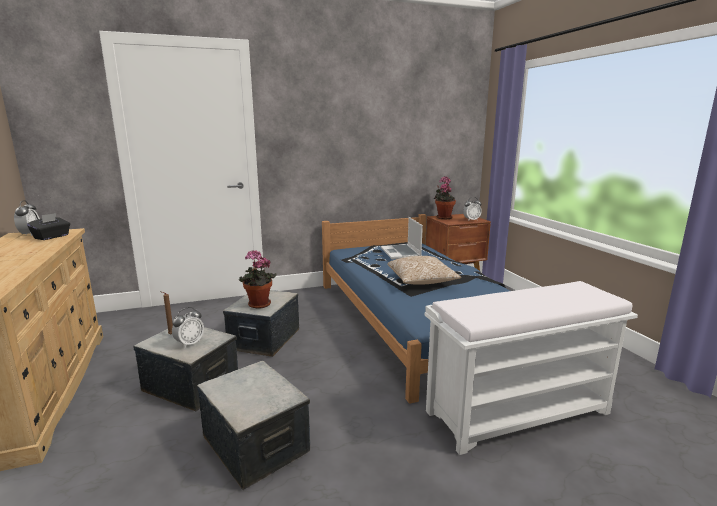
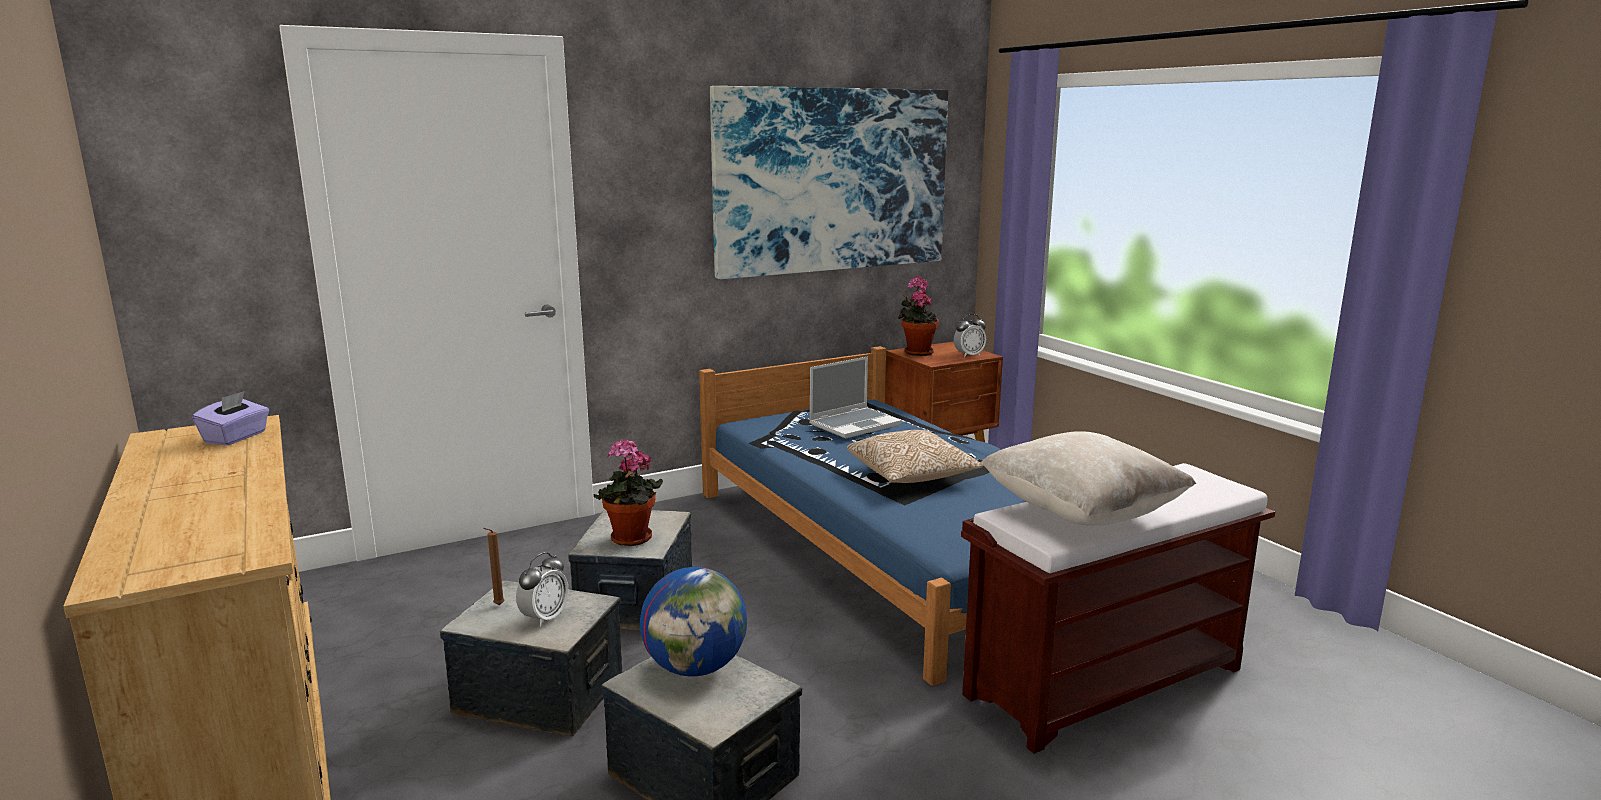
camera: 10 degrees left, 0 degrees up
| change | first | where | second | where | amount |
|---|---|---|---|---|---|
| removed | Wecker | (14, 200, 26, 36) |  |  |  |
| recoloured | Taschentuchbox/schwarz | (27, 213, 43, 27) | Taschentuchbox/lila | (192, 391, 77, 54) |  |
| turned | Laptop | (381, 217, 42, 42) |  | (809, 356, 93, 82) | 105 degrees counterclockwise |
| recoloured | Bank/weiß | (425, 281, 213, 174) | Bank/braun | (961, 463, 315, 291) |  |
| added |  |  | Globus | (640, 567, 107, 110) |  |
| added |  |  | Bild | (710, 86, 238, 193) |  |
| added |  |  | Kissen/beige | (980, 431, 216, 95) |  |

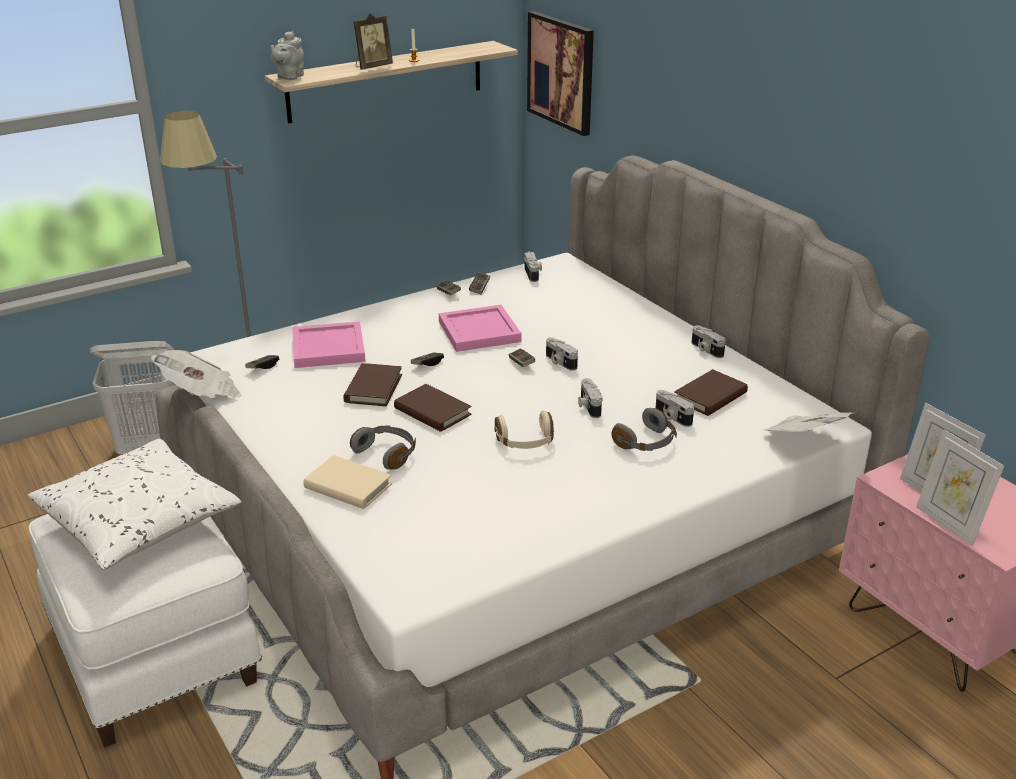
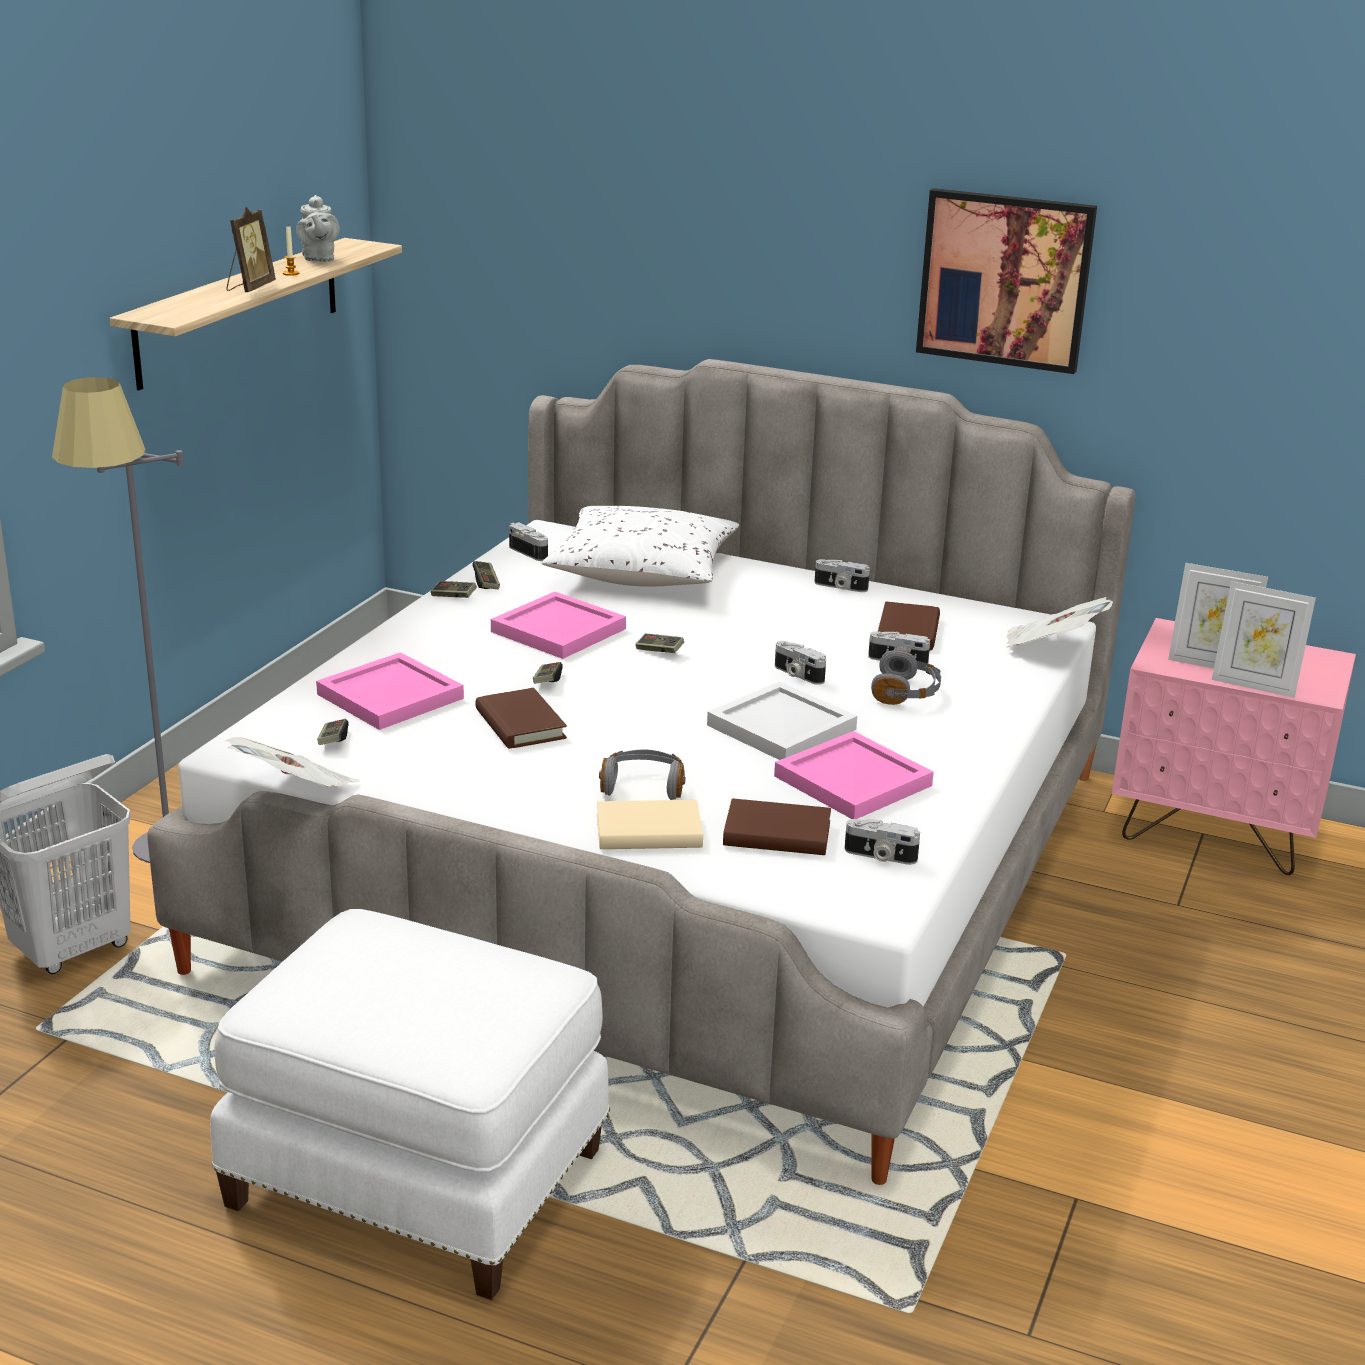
camera: 35 degrees left, 5 degrees down
| change | first | where | second | where | amount |
|---|---|---|---|---|---|
| moved | Kissen/weiß | (28, 439, 213, 131) |  | (542, 506, 197, 81) |  |
| moved | Teekanne/grau | (270, 31, 34, 49) |  | (296, 195, 43, 67) |  |
| moved | Buch/braun | (394, 384, 78, 48) |  | (723, 798, 108, 57) |  |
| replaced | Kopfhörer/beige | (494, 410, 60, 39) | Tablett/weiß | (707, 682, 150, 78) |  |
| moved | Bild | (527, 11, 67, 125) |  | (916, 188, 181, 186) |  |
| moved | Kamera | (546, 337, 32, 34) |  | (844, 819, 76, 46) |  |
| added |  |  | Tablett/rosa | (774, 731, 160, 88) |  |

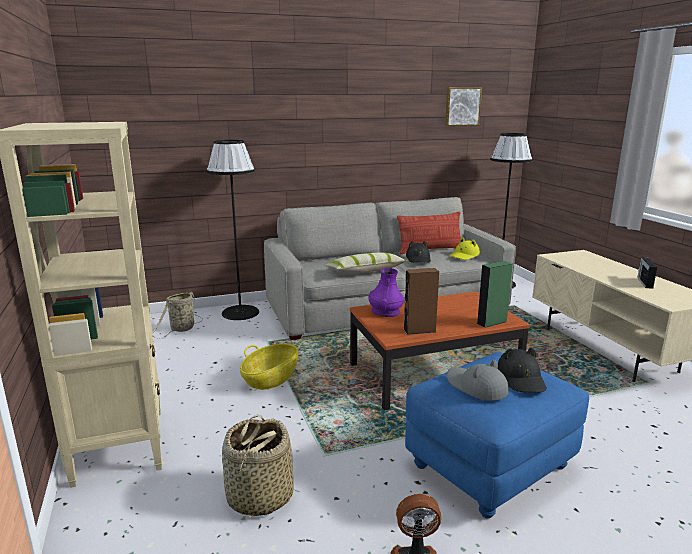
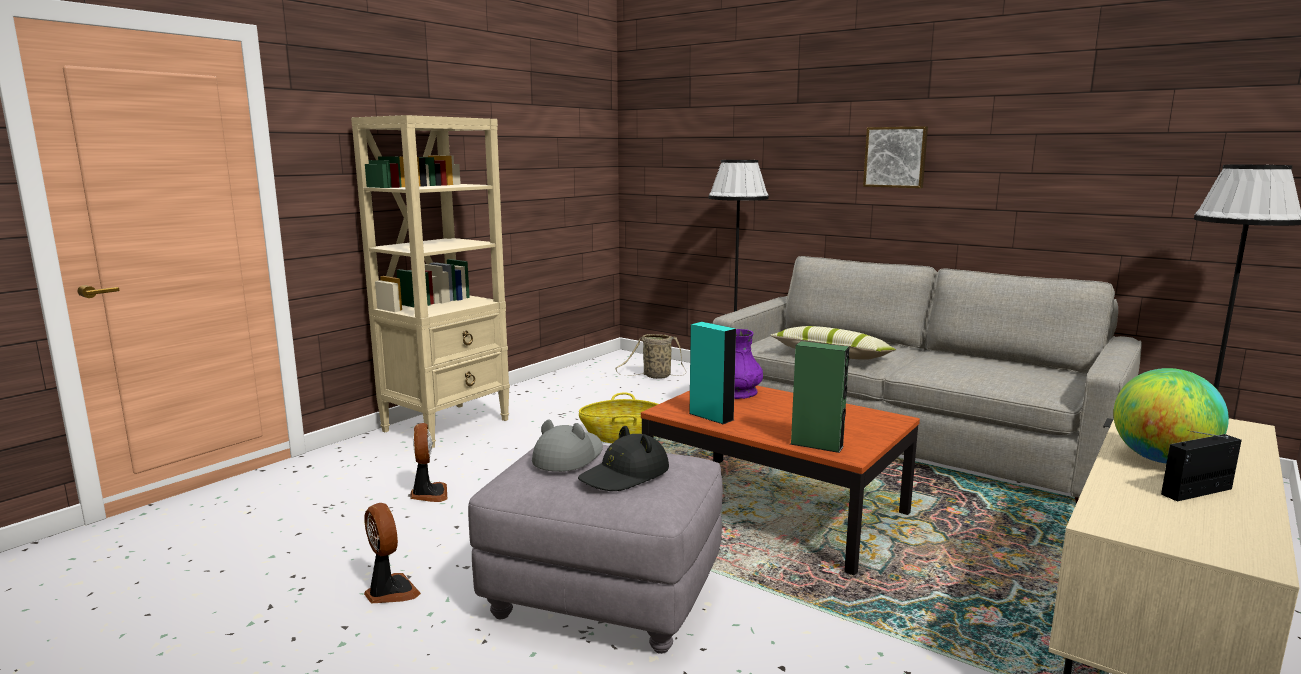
camera: 55 degrees right, 5 degrees down
| change | first | where | second | where | amount |
|---|---|---|---|---|---|
| replaced | Korb | (222, 414, 72, 103) | Ventilator | (410, 423, 37, 79) |  |
| removed | Kissen | (397, 212, 64, 42) |  |  |  |
| recoloured | Lautsprecher/braun | (404, 268, 35, 67) | Lautsprecher/türkis | (689, 322, 47, 102) |  |
| recoloured | Polsterhocker/blau | (405, 352, 184, 167) | Polsterhocker/grau | (468, 445, 255, 209) |  |
| removed | Hut/schwarz | (406, 241, 25, 22) |  |  |  |
| moved | Bild | (445, 87, 37, 39) |  | (863, 126, 65, 62) |  |
| removed | Hut/gelb | (449, 238, 31, 22) |  |  |  |
| added |  |  | Globus | (1113, 368, 116, 95) |  |

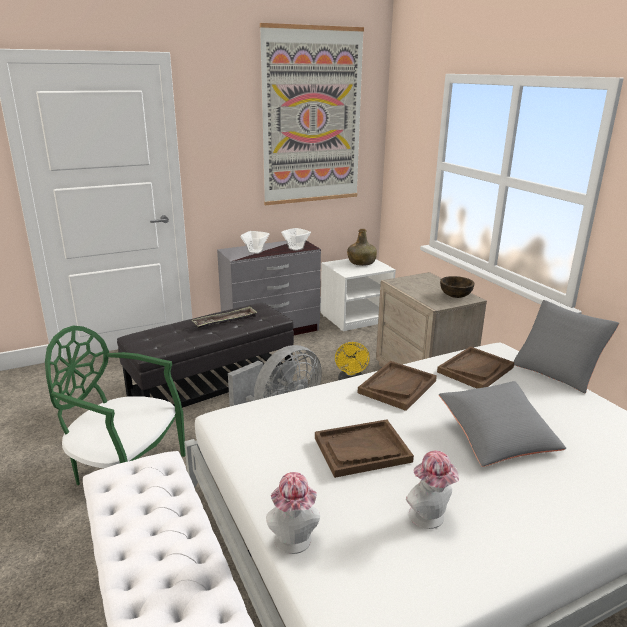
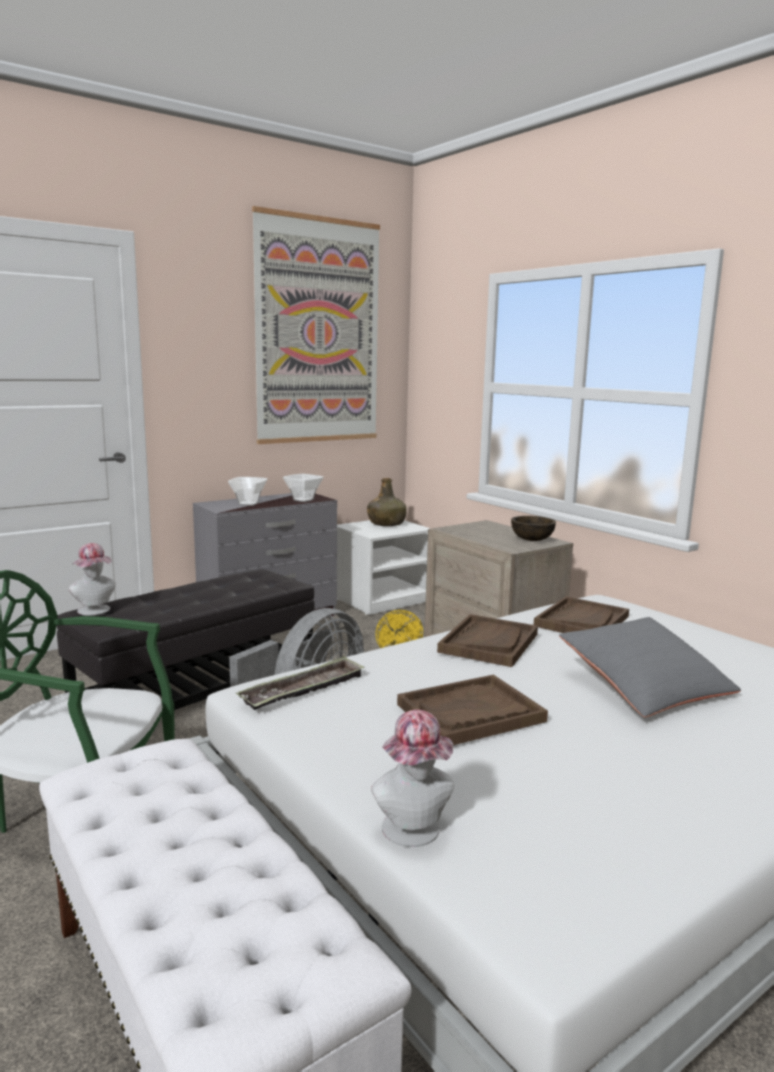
camera: 10 degrees left, 10 degrees down
| change | first | where | second | where | amount |
|---|---|---|---|---|---|
| moved | Tablett | (192, 306, 65, 22) |  | (236, 656, 129, 54) |  |
| moved | Hut | (406, 451, 53, 78) |  | (69, 543, 47, 73) |  |
| removed | Kissen/grau | (514, 300, 105, 93) |  |  |  |

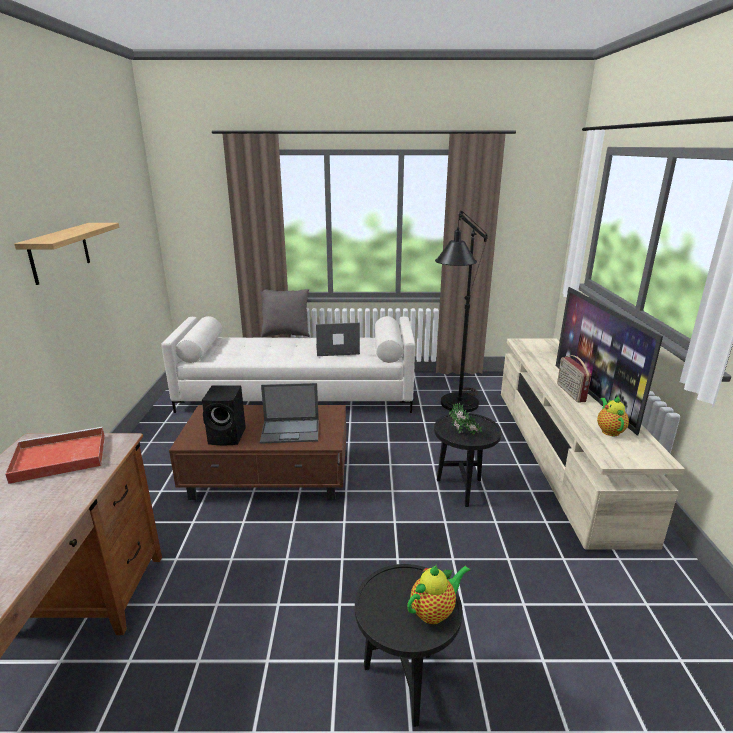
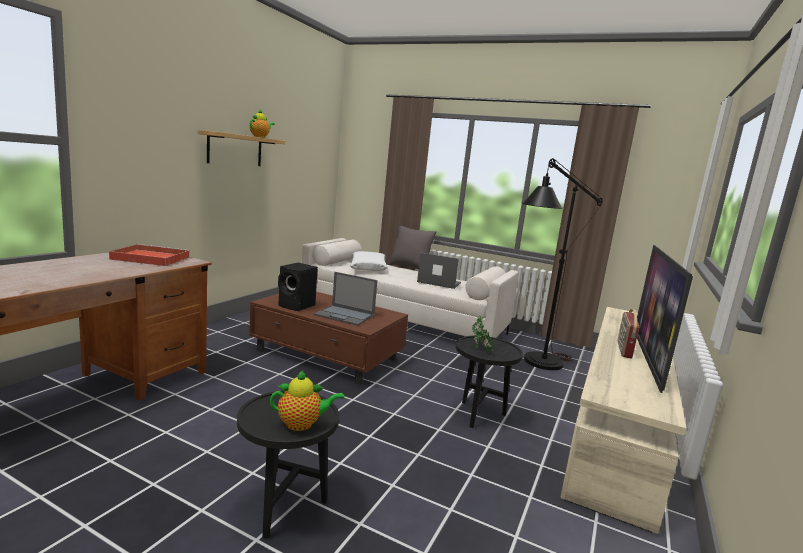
camera: 25 degrees right, 10 degrees down
| change | first | where | second | where | amount |
|---|---|---|---|---|---|
| moved | Teekanne | (597, 396, 32, 40) |  | (250, 109, 25, 29) |  |
| added |  |  | Kissen/weiß | (350, 251, 38, 20) |  |

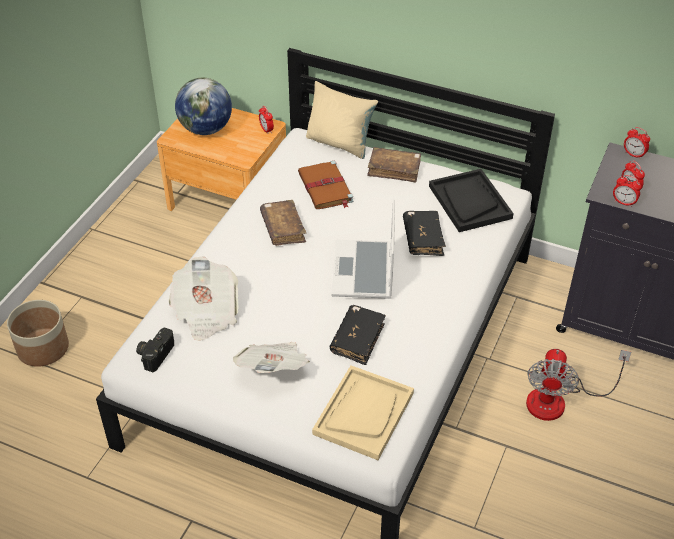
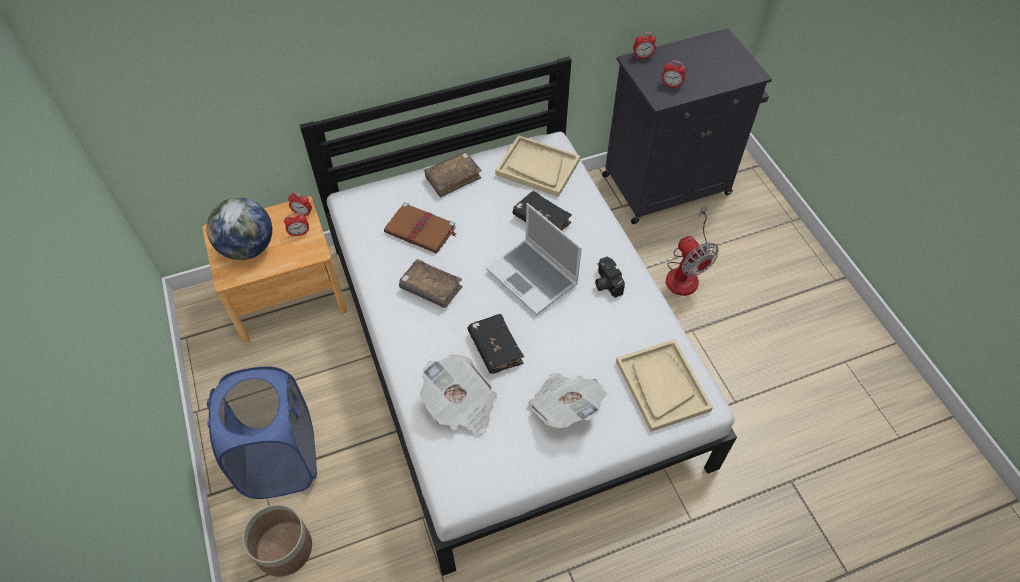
camera: 45 degrees left, 10 degrees up
| change | first | where | second | where | amount |
|---|---|---|---|---|---|
| moved | Kamera | (136, 327, 38, 45) |  | (595, 257, 30, 40) |  |
| removed | Kissen/beige | (306, 81, 72, 78) |  |  |  |
| moved | Buch/schwarz | (330, 305, 56, 60) |  | (467, 314, 57, 60) |  |
| recoloured | Tablett/schwarz | (429, 169, 85, 63) | Tablett/beige | (495, 135, 85, 62) |  |
| moved | Wecker | (613, 175, 29, 32) |  | (284, 213, 25, 24) |  |
| added |  |  | Wäschekorb/blau | (207, 366, 110, 133) |  |

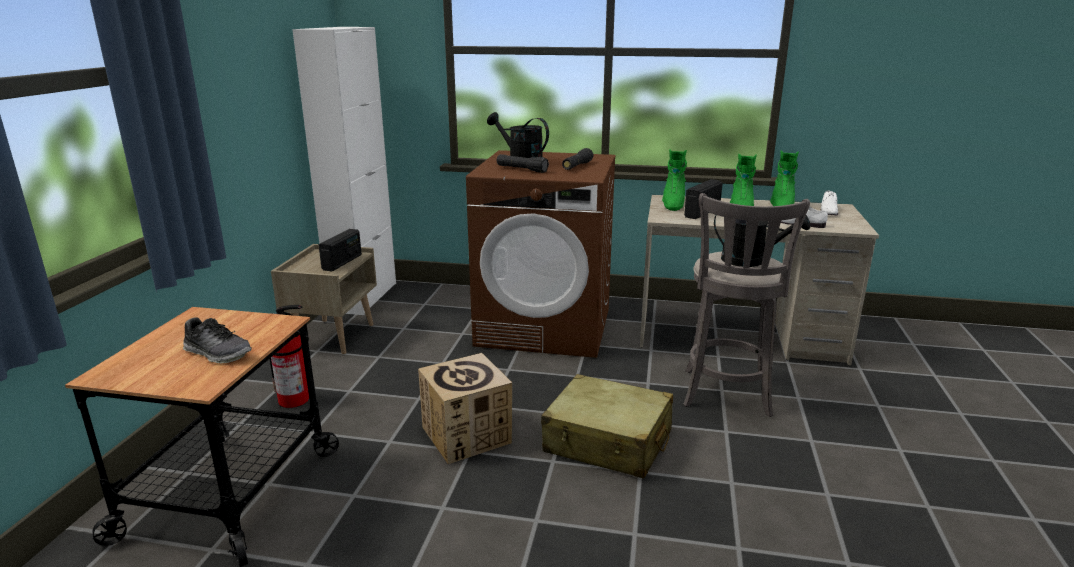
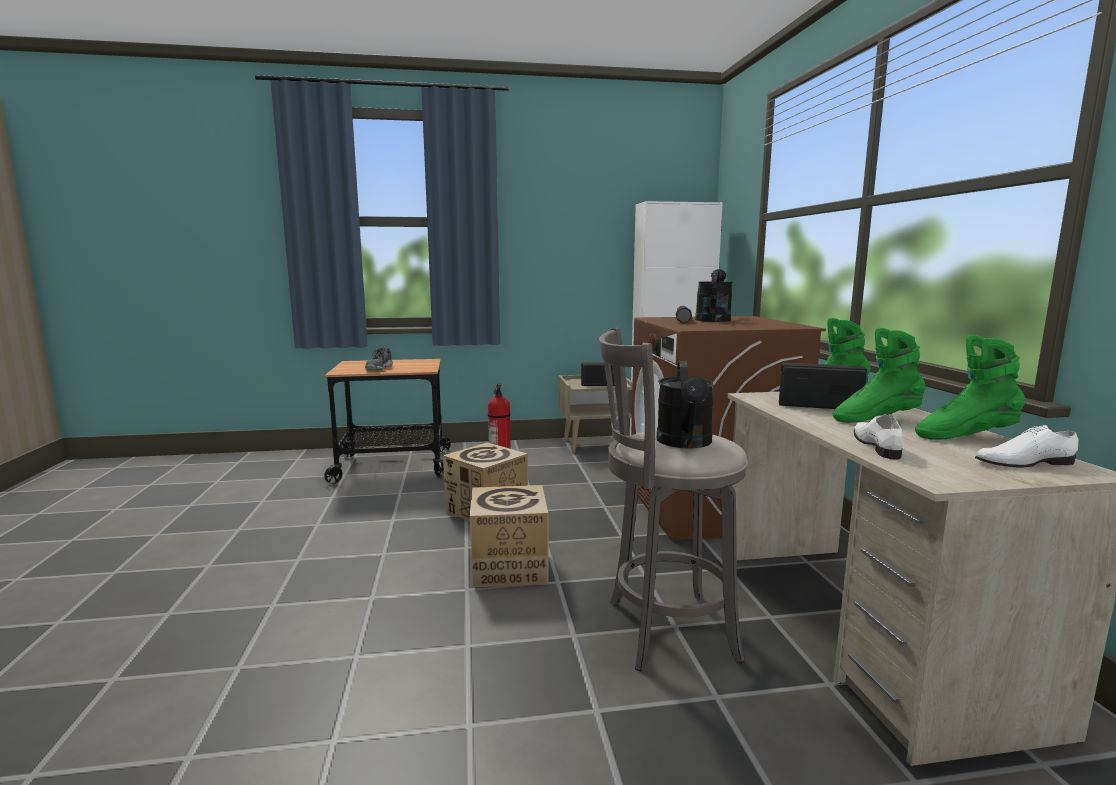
camera: 70 degrees right, 10 degrees down
| change | first | where | second | where | amount |
|---|---|---|---|---|---|
| replaced | Koffer/beige | (541, 374, 132, 105) | Karton | (470, 485, 79, 102) |  |
| removed | Taschenlampe/schwarz | (562, 148, 32, 22) |  |  |  |

